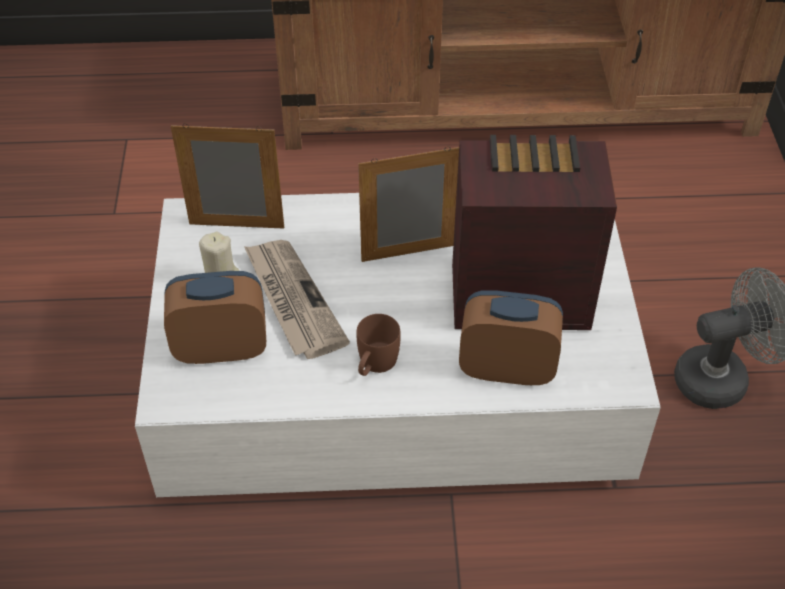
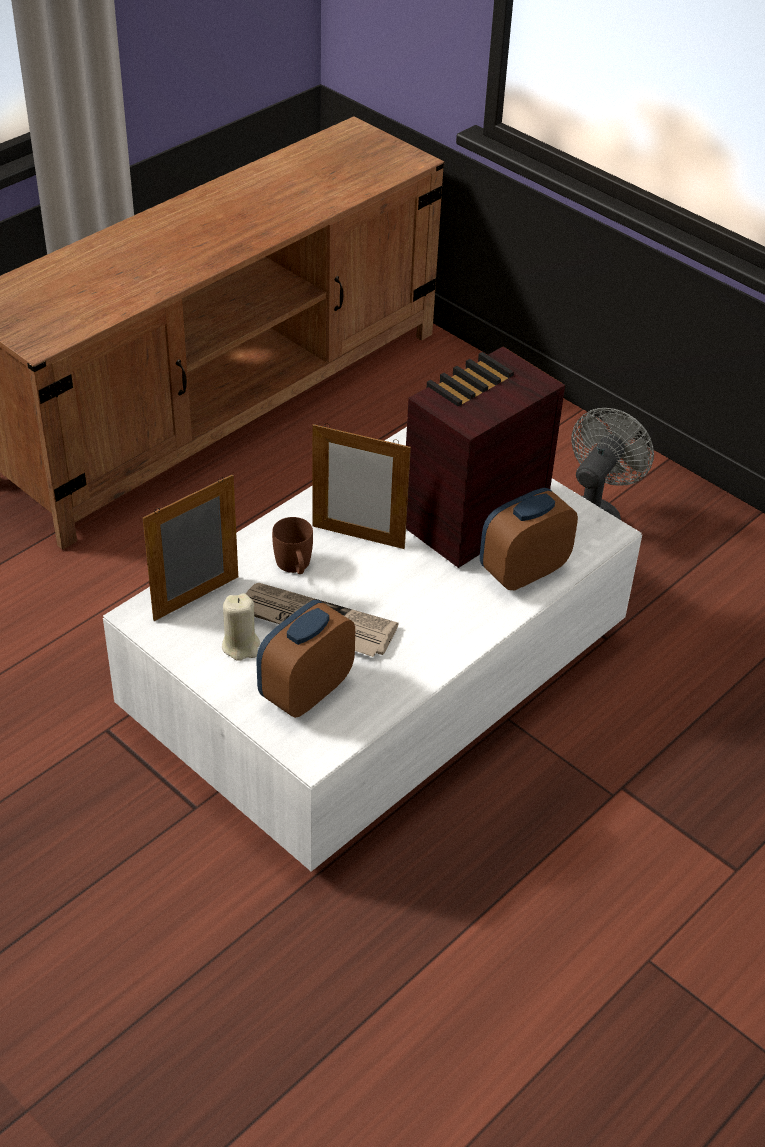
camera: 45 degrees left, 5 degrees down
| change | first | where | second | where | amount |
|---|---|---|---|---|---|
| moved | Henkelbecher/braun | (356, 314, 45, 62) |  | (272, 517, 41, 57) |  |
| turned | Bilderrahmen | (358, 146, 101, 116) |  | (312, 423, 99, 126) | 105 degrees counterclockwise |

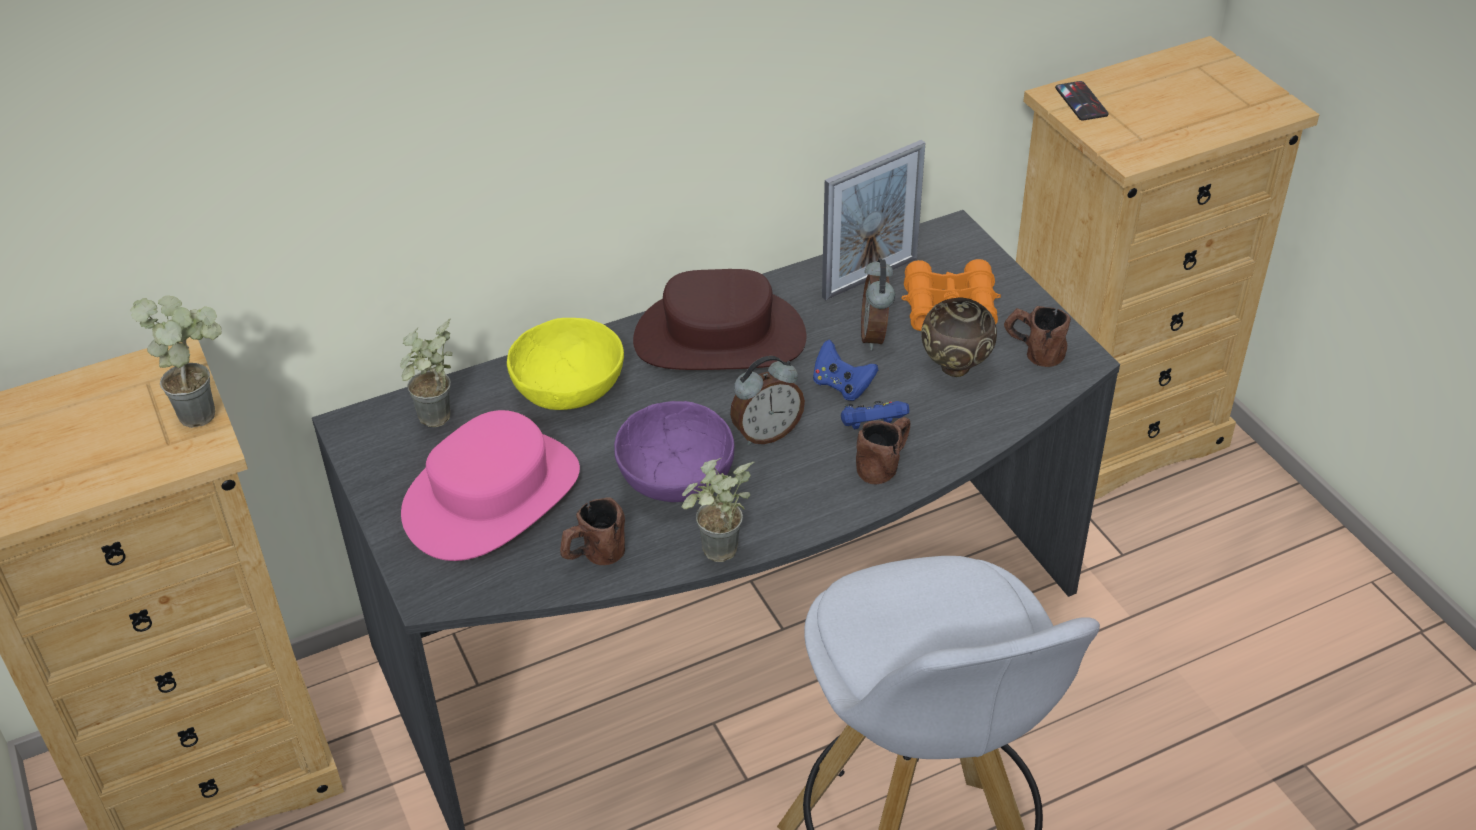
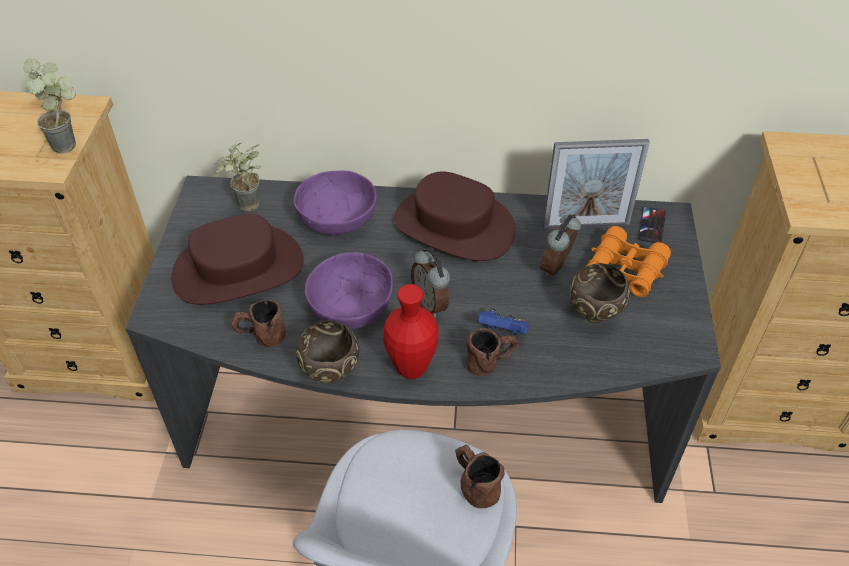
camera: 30 degrees right, 5 degrees up
| change | first | where | second | where | amount |
|---|---|---|---|---|---|
| recoloured | Hut/rosa | (401, 410, 179, 151) | Hut/braun | (171, 214, 133, 91) |  |
| recoloured | Schüssel/gelb | (507, 318, 117, 92) | Schüssel/lila | (294, 170, 83, 65) |  |
| replaced | Topfpflanze | (682, 458, 72, 104) | Schüssel/braun | (296, 320, 63, 63) |  |
| turned | Wecker | (730, 356, 75, 89) |  | (411, 248, 39, 70) | 60 degrees clockwise |
| removed | Gamepad/blau | (813, 340, 65, 61) |  |  |  |
| moved | Henkelbecher/braun | (1004, 306, 67, 61) |  | (455, 444, 50, 64) |  |
| moved | Handy | (1055, 81, 54, 39) |  | (638, 206, 28, 37) |  |
| added |  |  | Vase/rot | (383, 284, 55, 95) |  |

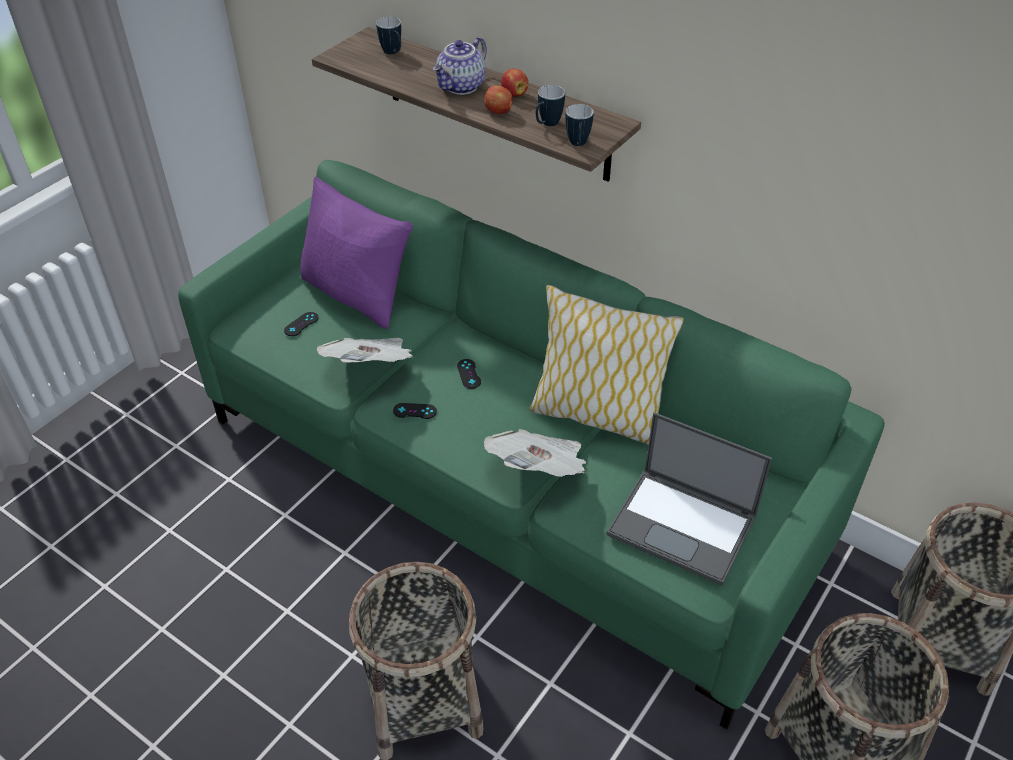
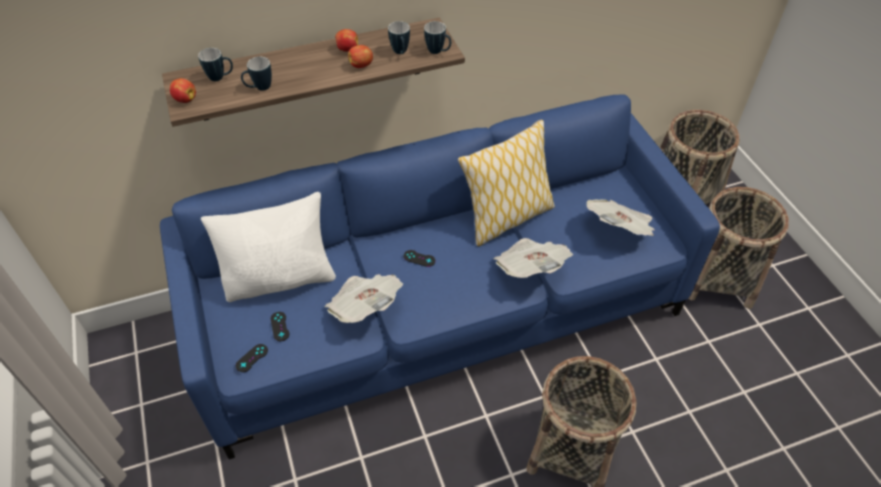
camera: 55 degrees left, 5 degrees up
| change | first | where | second | where | amount |
|---|---|---|---|---|---|
| recoloured | Sofa/grün | (178, 160, 707, 570) | Sofa/blau | (160, 94, 560, 365) |  |
| recoloured | Kissen/lila | (301, 177, 112, 152) | Kissen/weiß | (201, 192, 135, 110) |  |
| moved | Gamepad/schwarz | (393, 403, 44, 16) |  | (236, 344, 32, 28) |  |
| removed | Teekanne | (433, 37, 54, 58) |  |  |  |
| replaced | Laptop | (607, 412, 165, 174) | Zeitung | (586, 199, 69, 37) |  |
| added |  |  | Apfel | (170, 78, 26, 25) |  |
| added |  |  | Henkelbecher | (241, 57, 31, 34) |  |

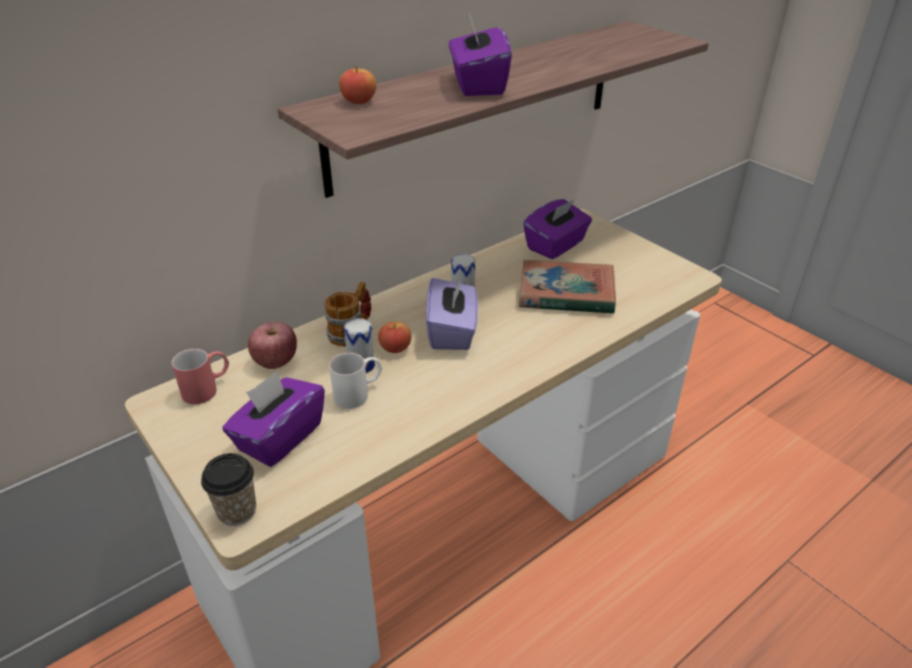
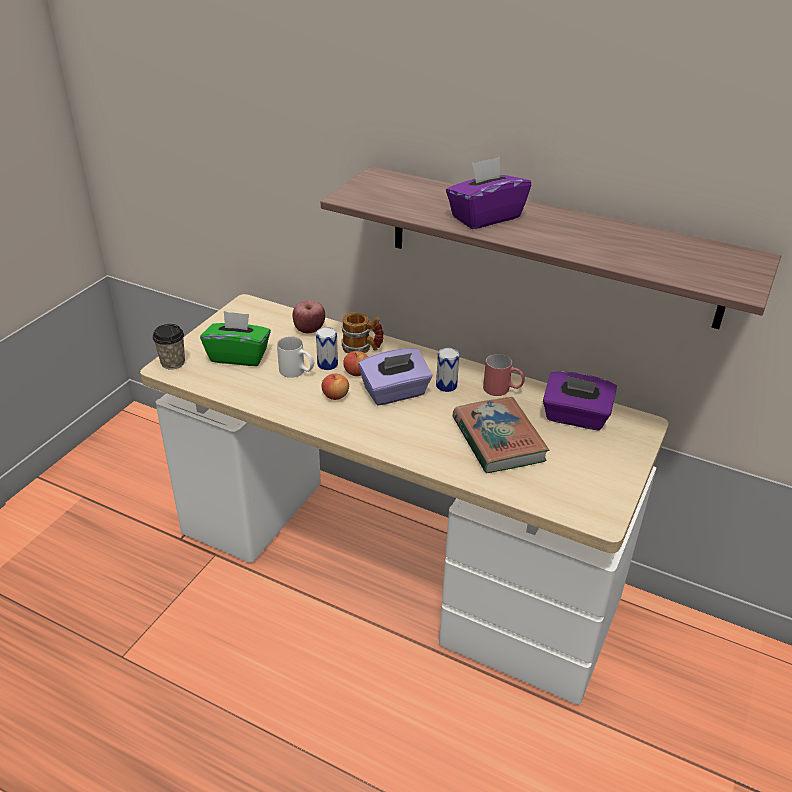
camera: 65 degrees right, 0 degrees up
| change | first | where | second | where | amount |
|---|---|---|---|---|---|
| moved | Henkelbecher/rot | (172, 349, 57, 55) |  | (483, 354, 42, 42) |  |
| recoloured | Taschentuchbox/lila | (222, 371, 103, 96) | Taschentuchbox/grün | (200, 311, 71, 55) |  |
| moved | Apfel | (339, 66, 38, 38) |  | (322, 374, 27, 26) |  |

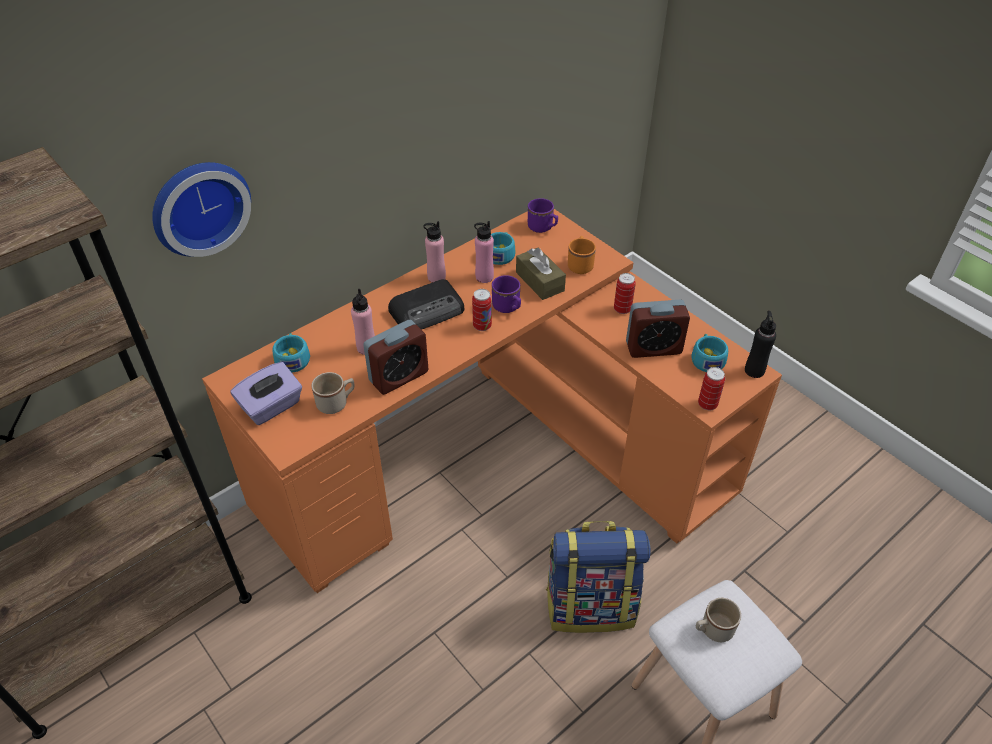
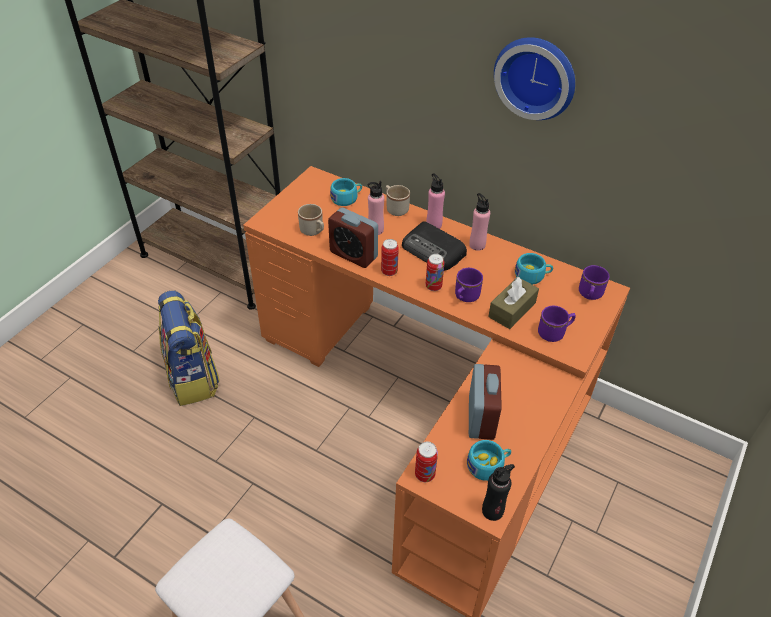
camera: 70 degrees right, 0 degrees up
| change | first | where | second | where | amount |
|---|---|---|---|---|---|
| moved | Wanduhr | (152, 162, 99, 95) |  | (494, 37, 81, 83) |  |
| removed | Taschentuchbox/lila | (230, 362, 72, 63) |  |  |  |
| moved | Flasche/rosa | (474, 221, 20, 62) |  | (426, 173, 19, 56) |  |
| moved | Rucksack | (546, 521, 105, 112) |  | (158, 291, 62, 115) |  |
| recoloured | Henkelbecher/orange | (568, 236, 28, 38) | Henkelbecher/lila | (538, 306, 38, 36) |  |
| moved | Dose | (614, 273, 22, 41) |  | (381, 239, 18, 37) |  |
| turned | Wecker | (626, 300, 64, 58) |  | (469, 364, 33, 76) | 150 degrees counterclockwise |
| moved | Henkelbecher/beige | (696, 598, 45, 44) |  | (386, 185, 24, 31) |  |

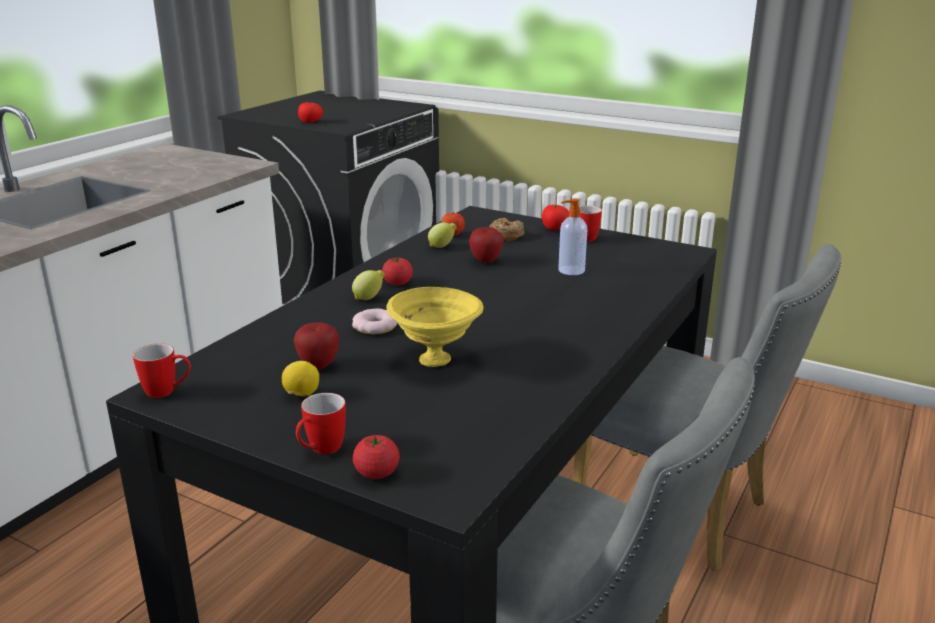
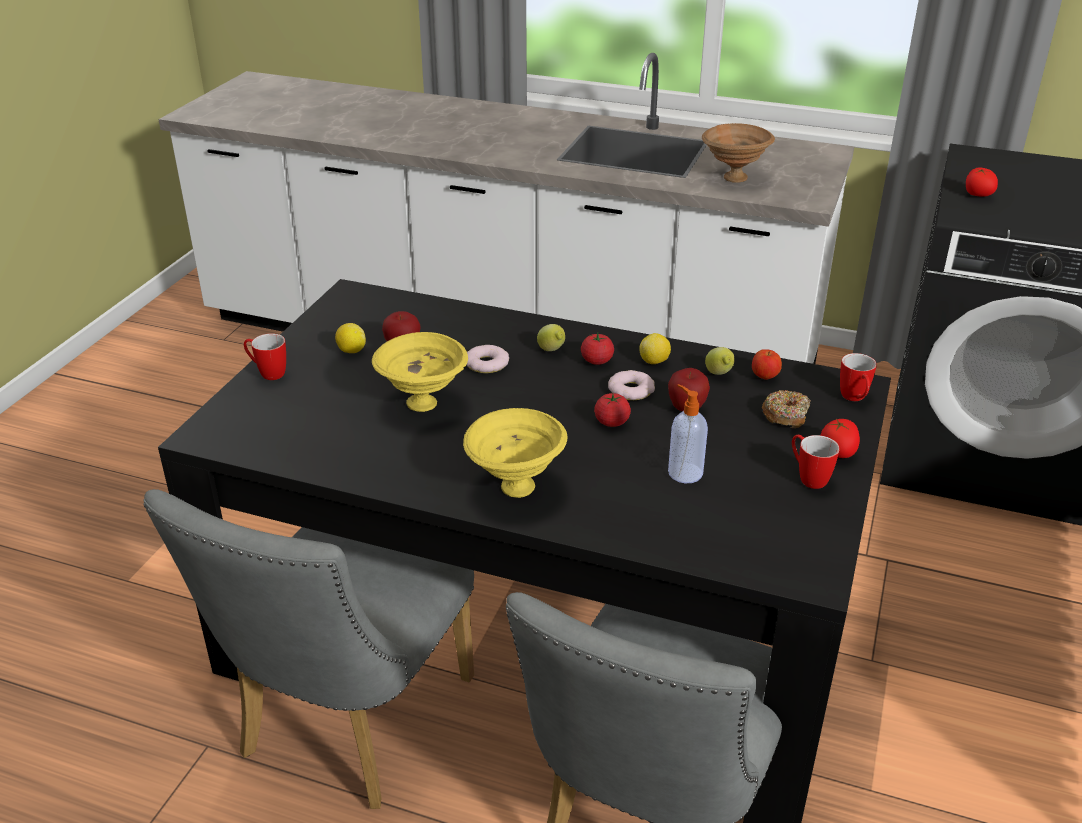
camera: 80 degrees right, 10 degrees up
| change | first | where | second | where | amount |
|---|---|---|---|---|---|
| moved | Henkelbecher | (133, 343, 58, 55) |  | (840, 353, 37, 48) |  |
| moved | Tomate | (353, 435, 47, 44) |  | (594, 393, 37, 34) |  |
| added |  |  | Schüssel/gelb | (463, 408, 104, 90) |  |
| added |  |  | Donut | (608, 370, 47, 30) |  |
| added |  |  | Zitrone | (639, 333, 32, 31) |  |
| added |  |  | Schüssel/braun | (702, 123, 73, 60) |  |

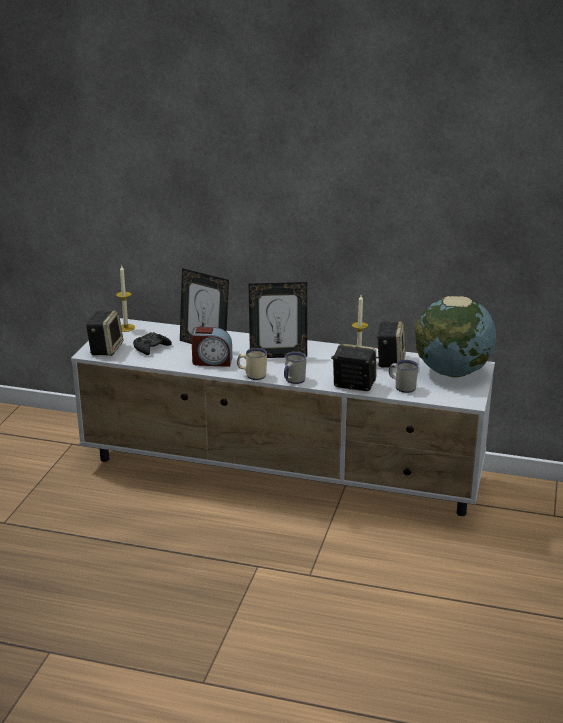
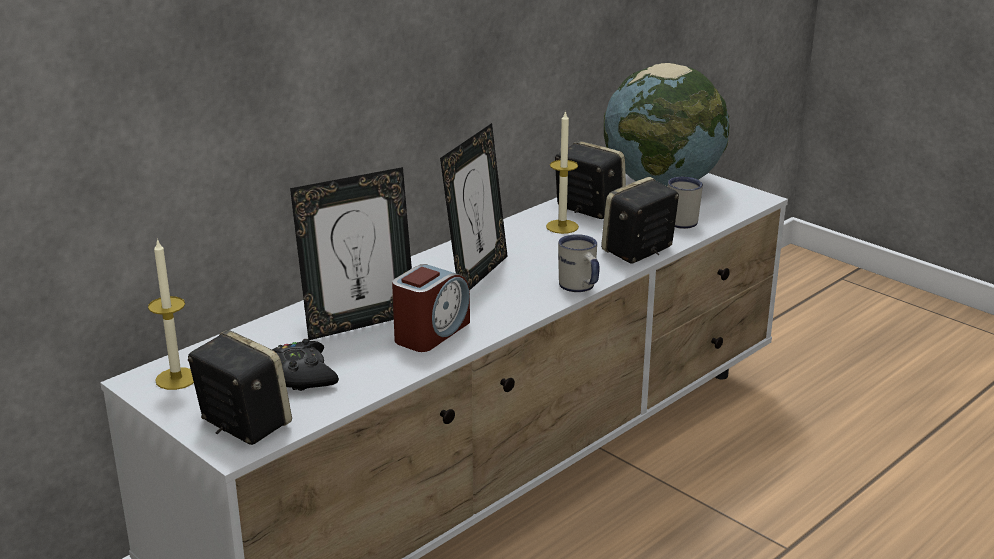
camera: 60 degrees left, 0 degrees up
| change | first | where | second | where | amount |
|---|---|---|---|---|---|
| removed | Henkelbecher/beige | (237, 348, 30, 32) |  |  |  |

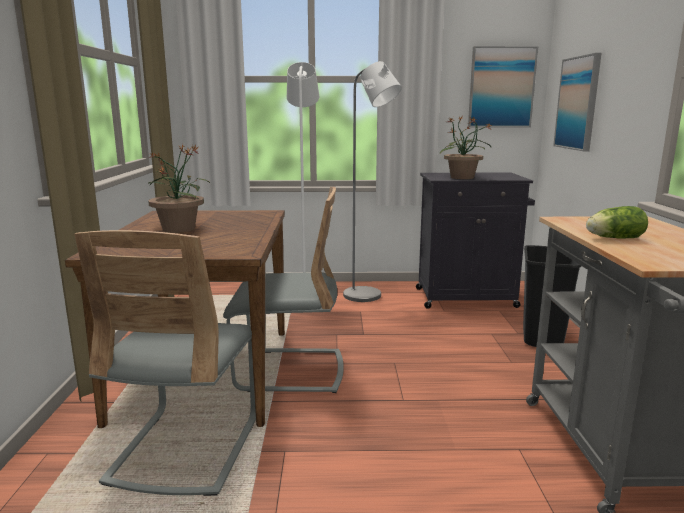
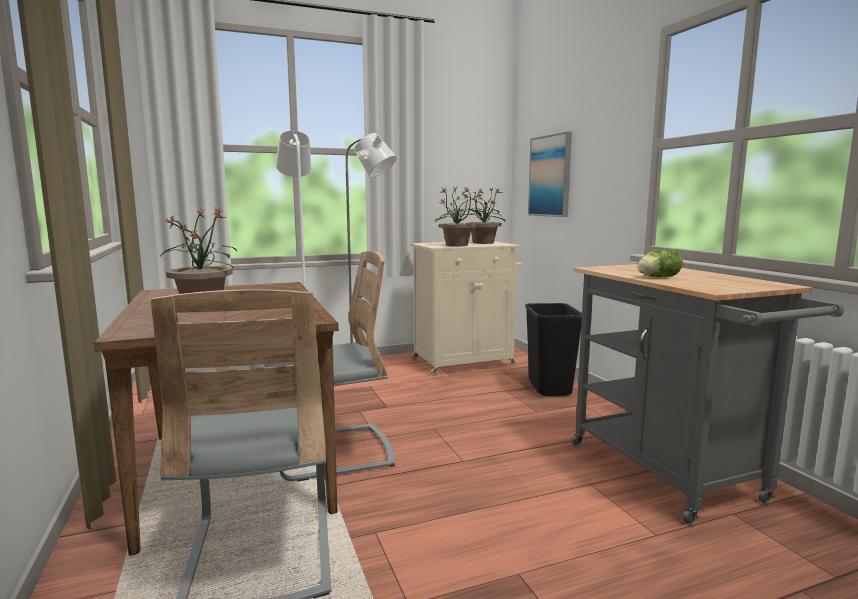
camera: 20 degrees left, 5 degrees down
| change | first | where | second | where | amount |
|---|---|---|---|---|---|
| recoloured | Schrank/schwarz | (416, 173, 119, 136) | Schrank/beige | (411, 241, 111, 135) |  |
| removed | Bild | (468, 46, 70, 82) |  |  |  |
| added |  |  | Topfpflanze | (461, 188, 44, 56) |  |

